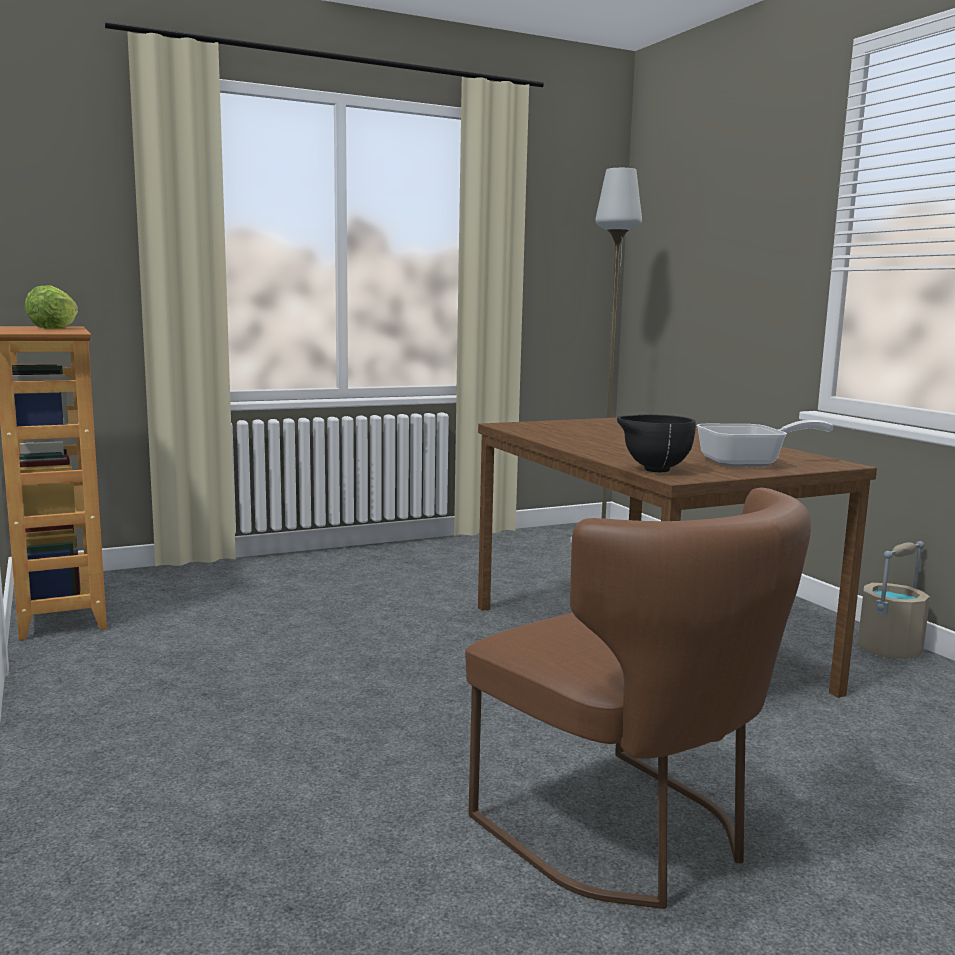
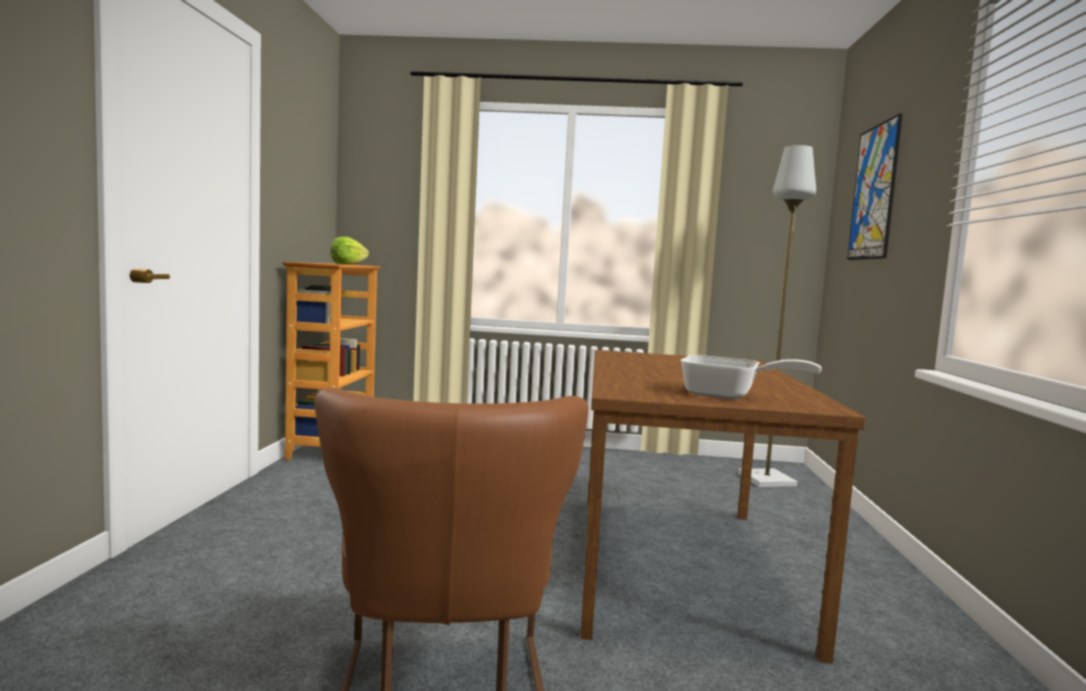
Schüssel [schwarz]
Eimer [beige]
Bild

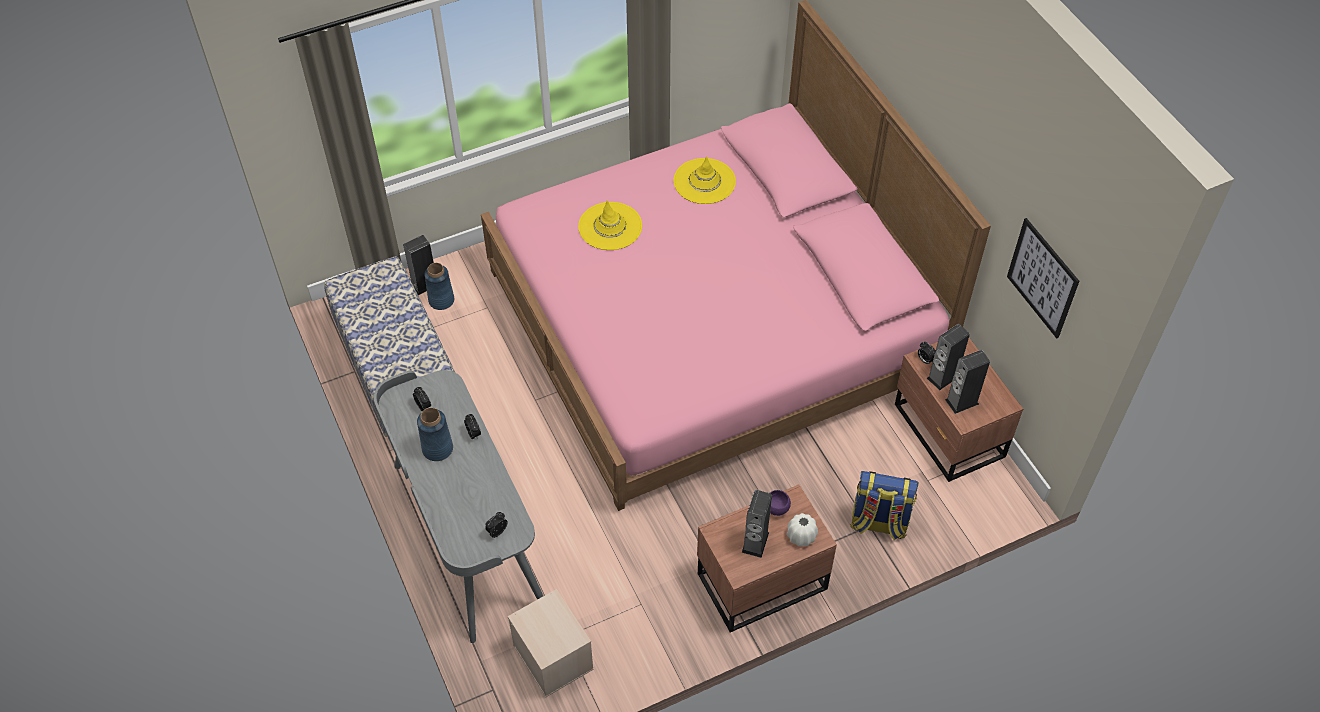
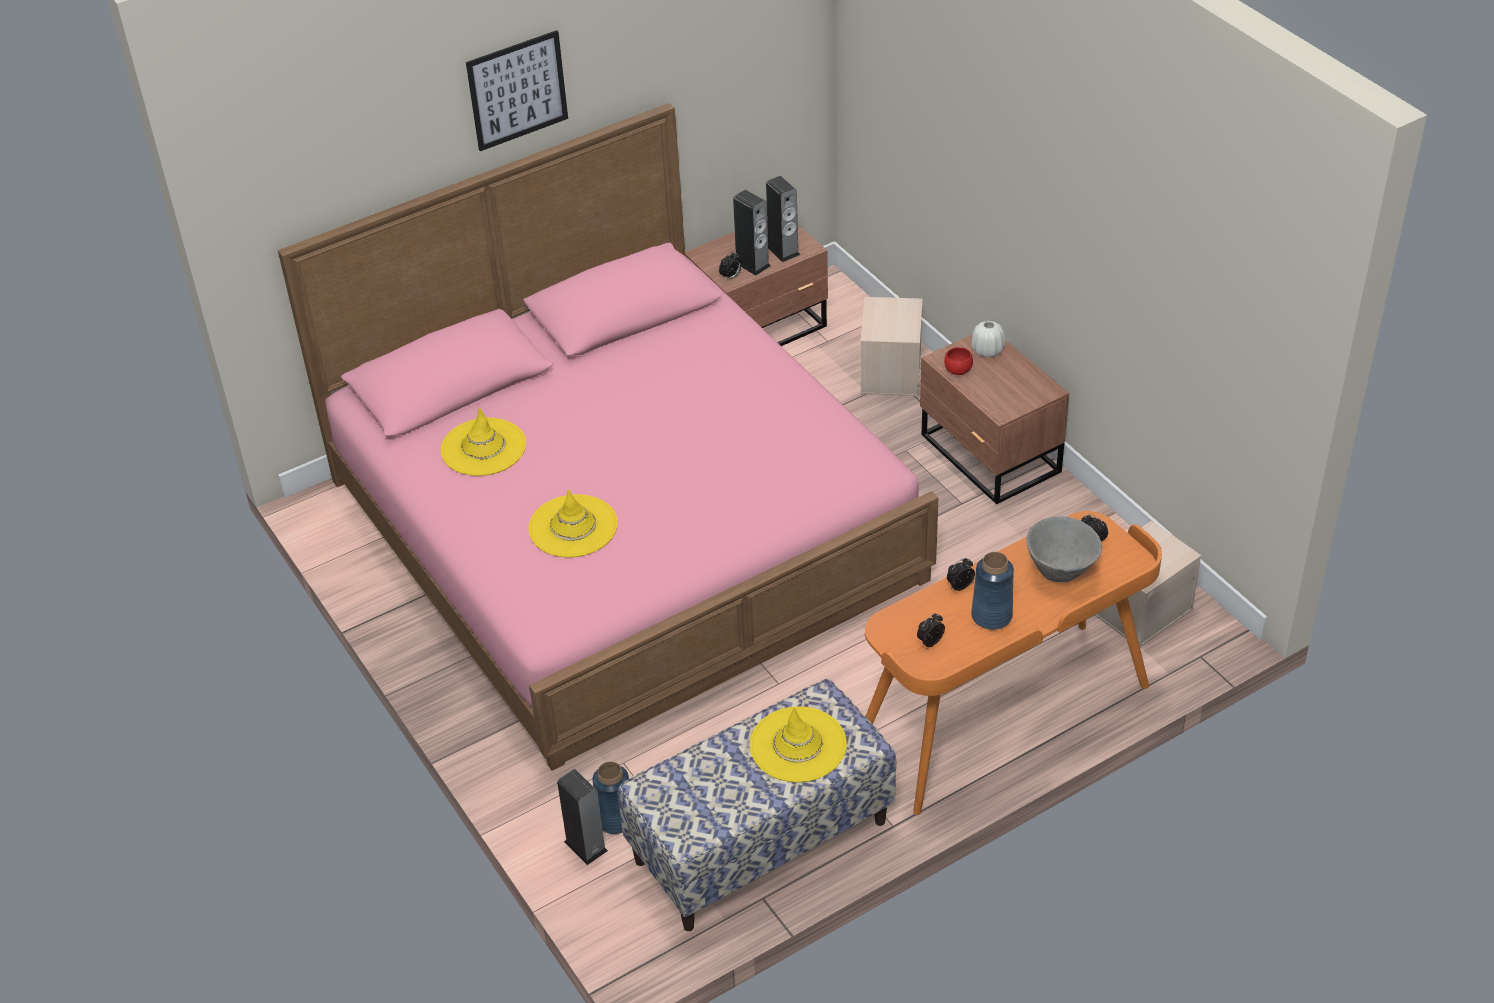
Lautsprecher (no. 2 from left in the first image)
Hut [gelb] (no. 3 from left)
Schüssel [grau]
Bild
Aufbewahrungsbox [beige] (no. 1 from left)
Schreibtisch [orange]
Schüssel [rot]

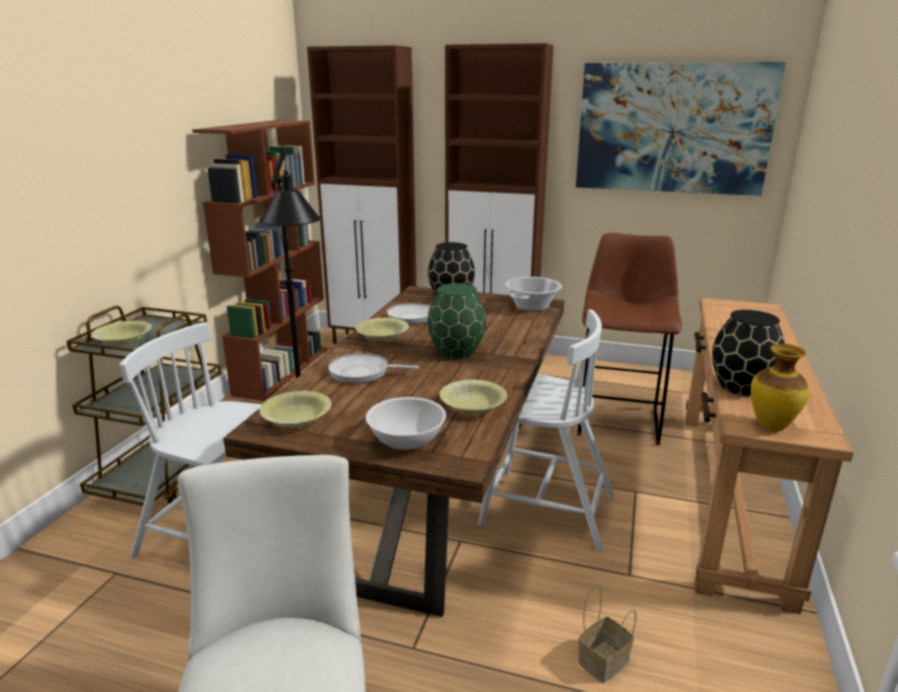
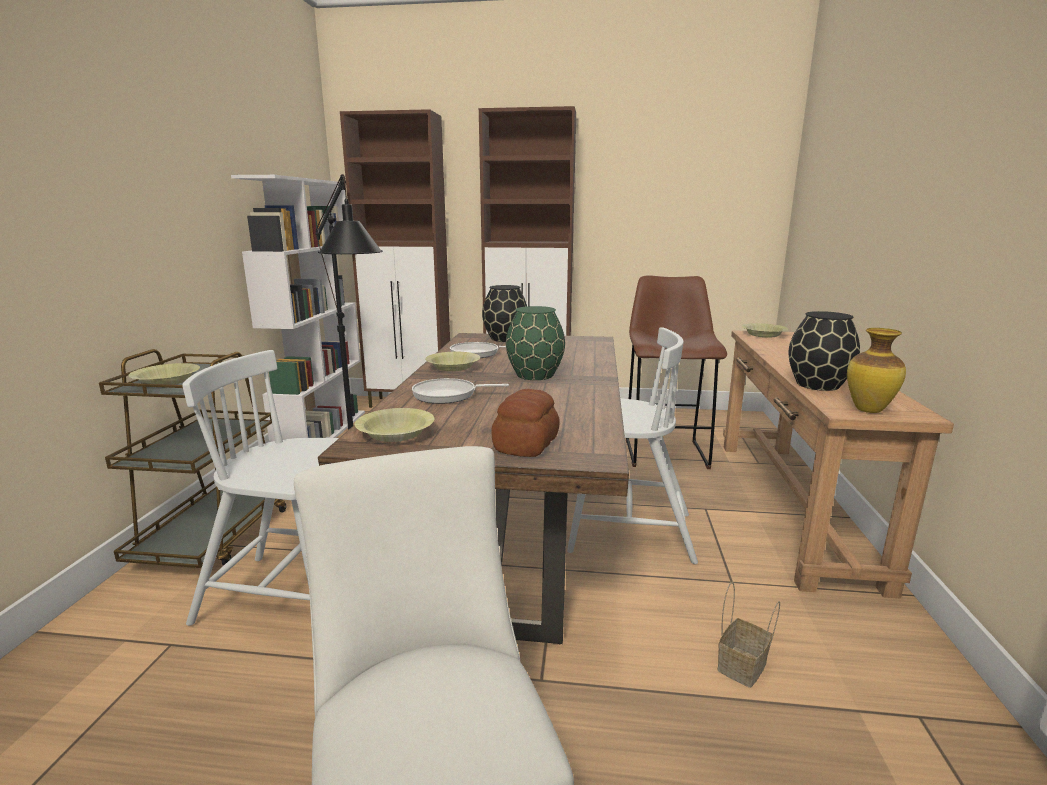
Kochtopf
Bild
Schüssel [gelb] (no. 4 from left)
Brot
Bücherregal [weiß]

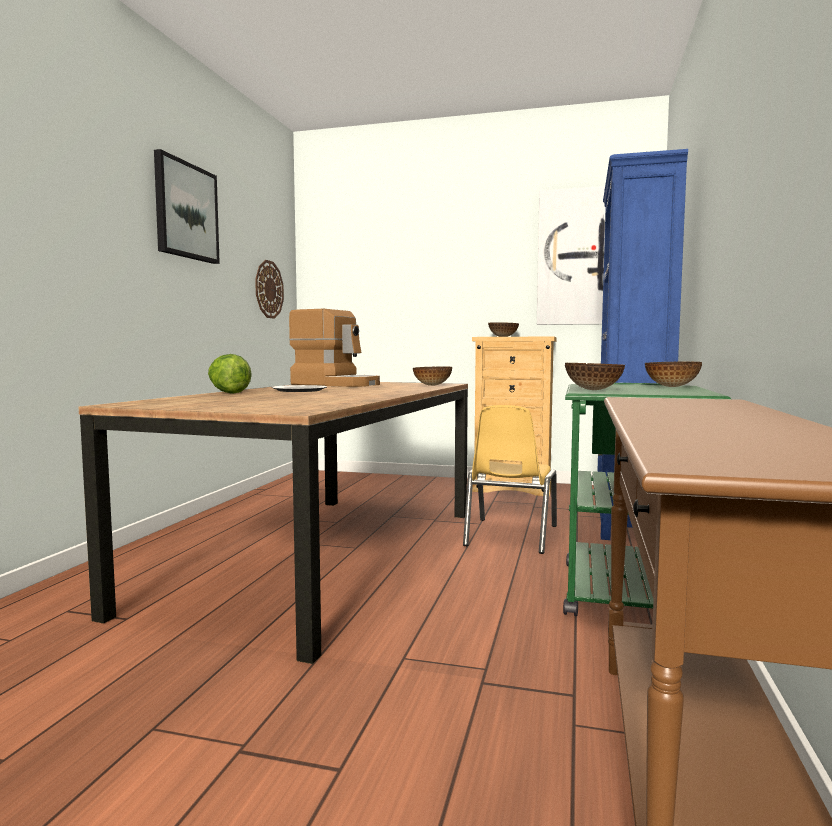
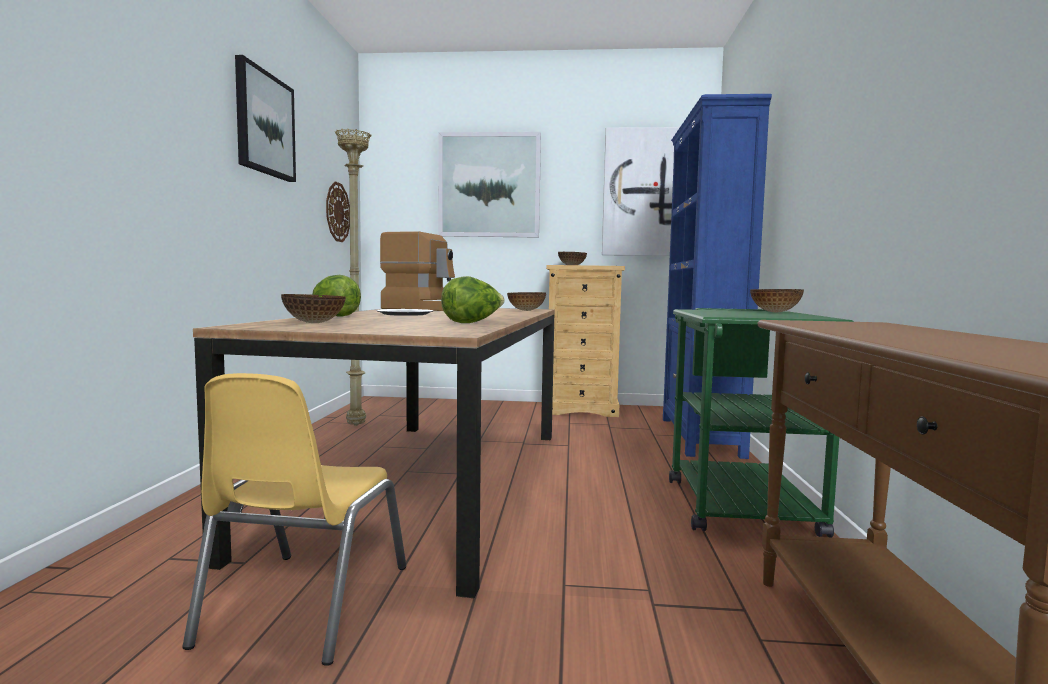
Stehlampe [beige]
Bild (no. 2 from left)
Salatkopf (no. 2 from left)
Stuhl [gelb]
Schüssel (no. 1 from left)

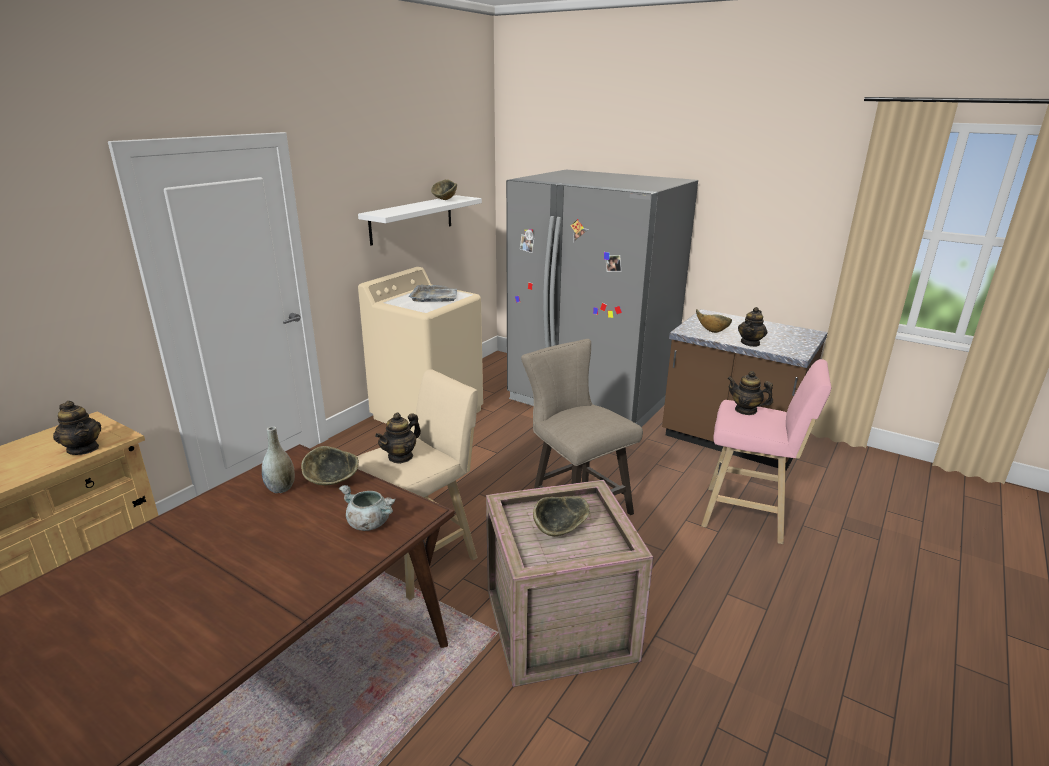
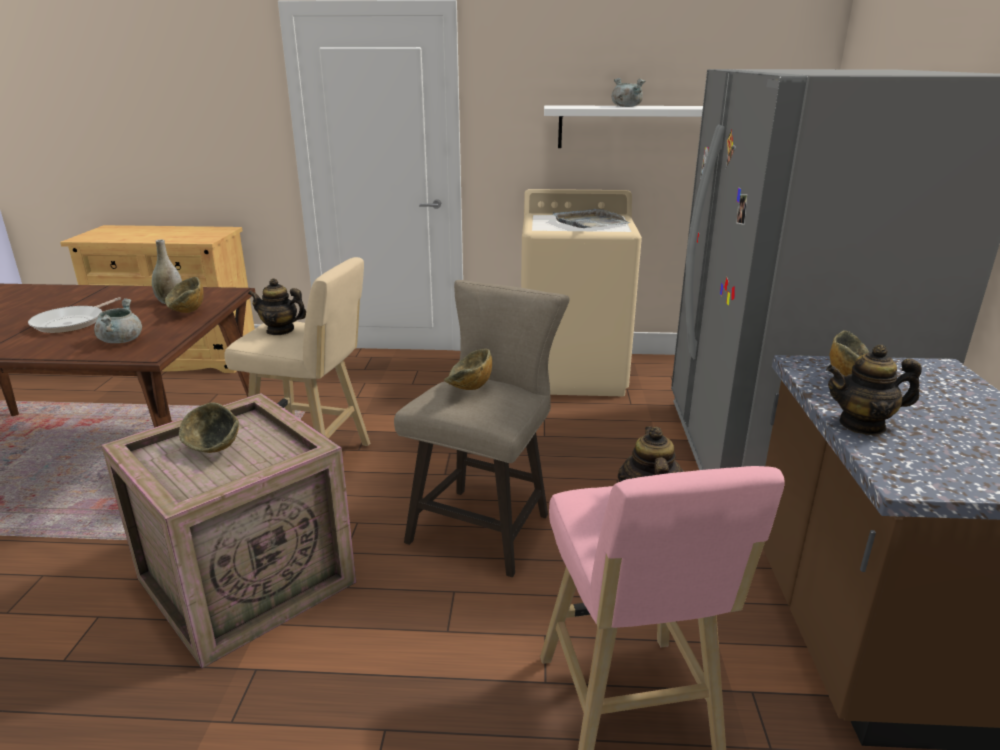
Teekanne (no. 1 from left in the first image)
Pfanne
Kochtopf [grau] (no. 2 from left)
Schüssel (no. 3 from left)

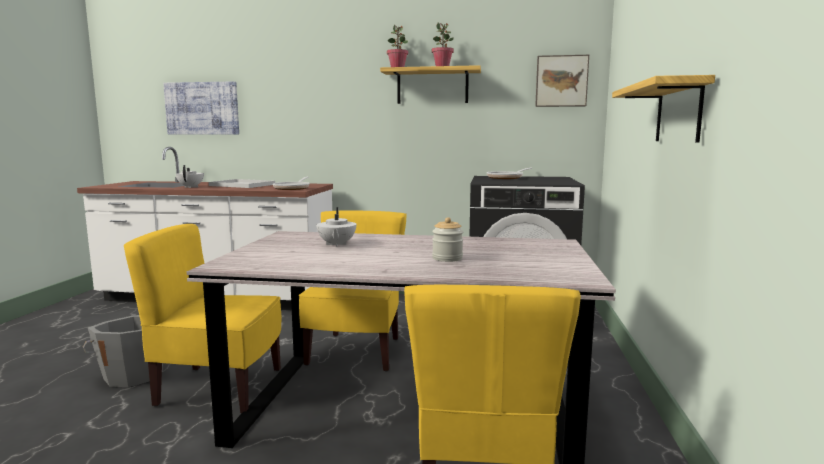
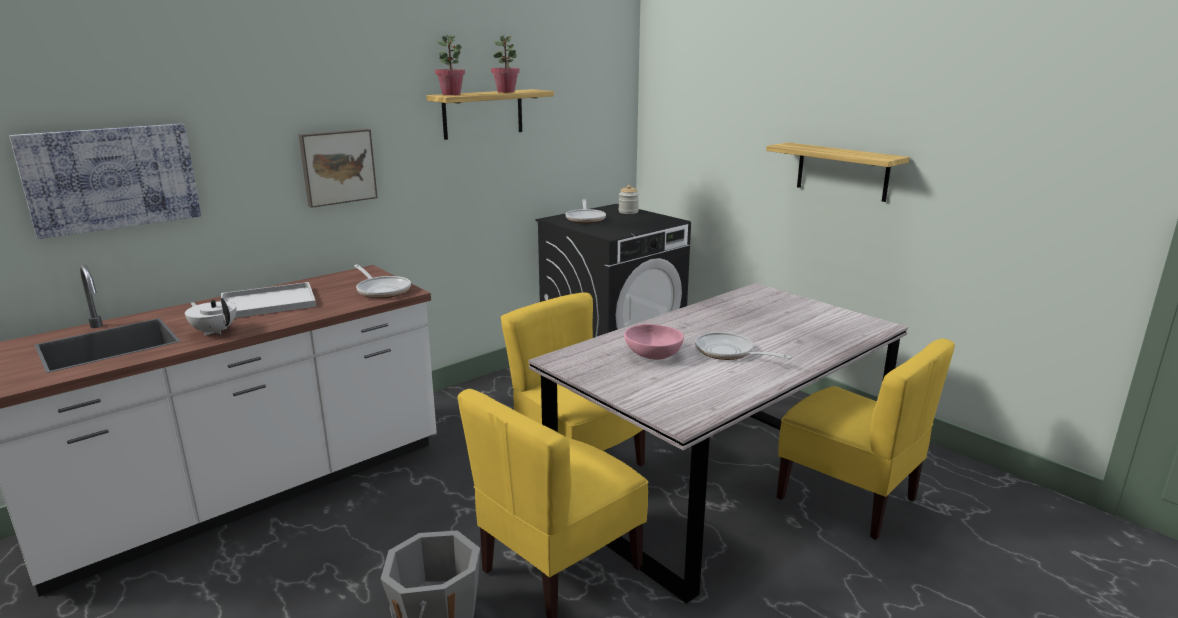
Pfanne (no. 3 from left)
Vorratsglas
Bild (no. 2 from left)
Schüssel [rosa]

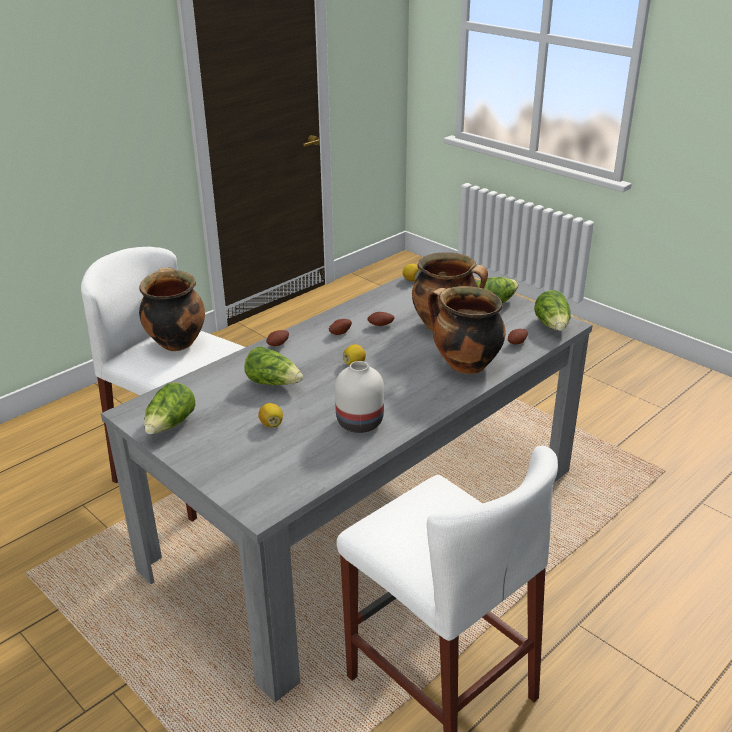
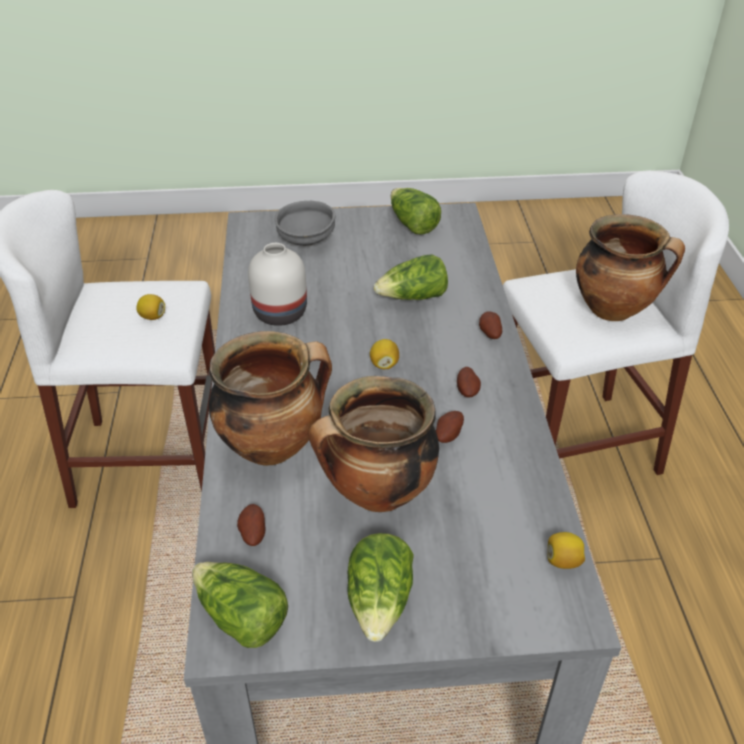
Schüssel [grau]
Zitrone (no. 1 from left)

